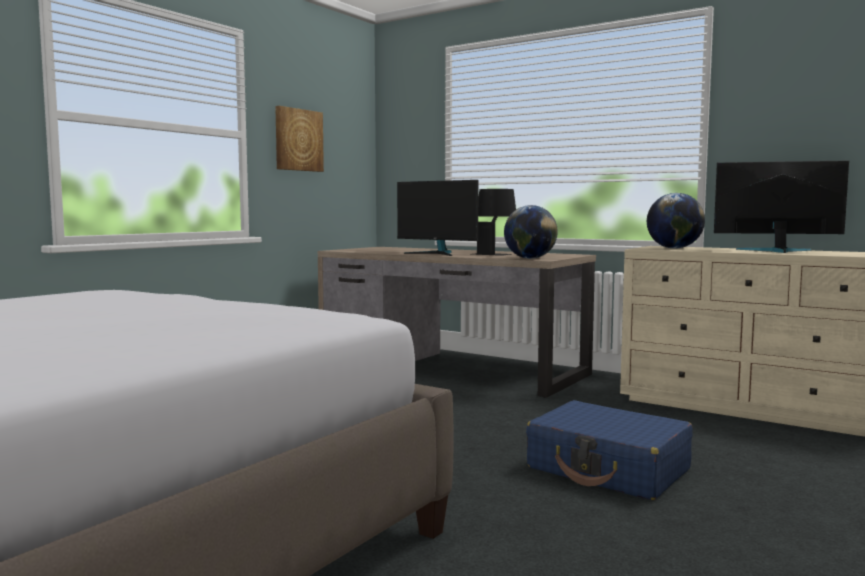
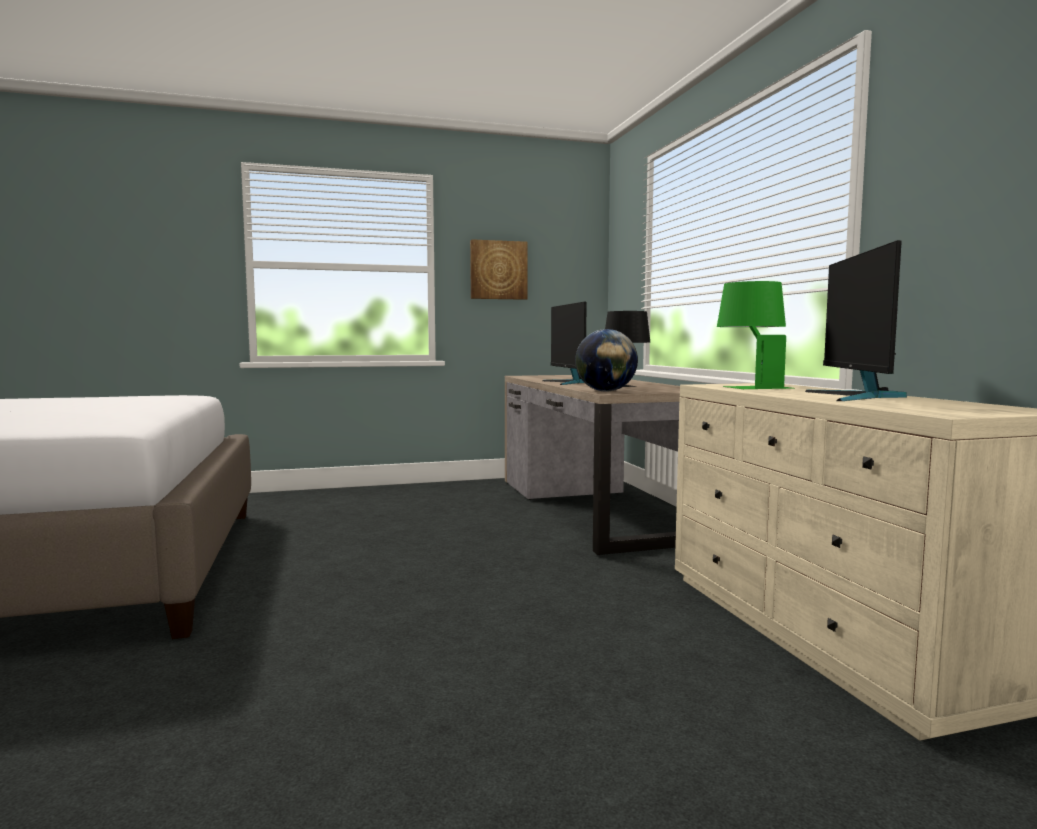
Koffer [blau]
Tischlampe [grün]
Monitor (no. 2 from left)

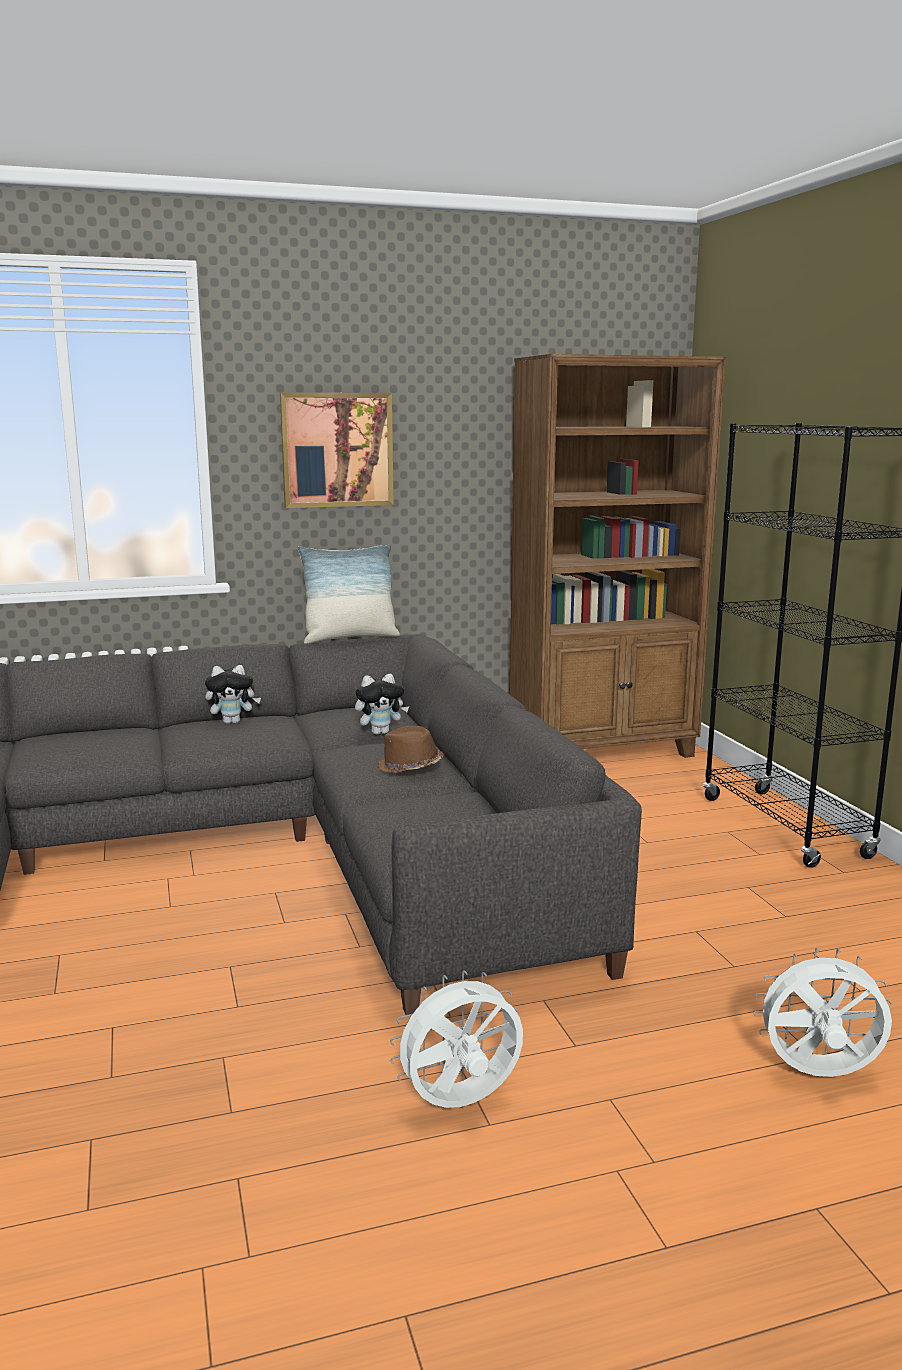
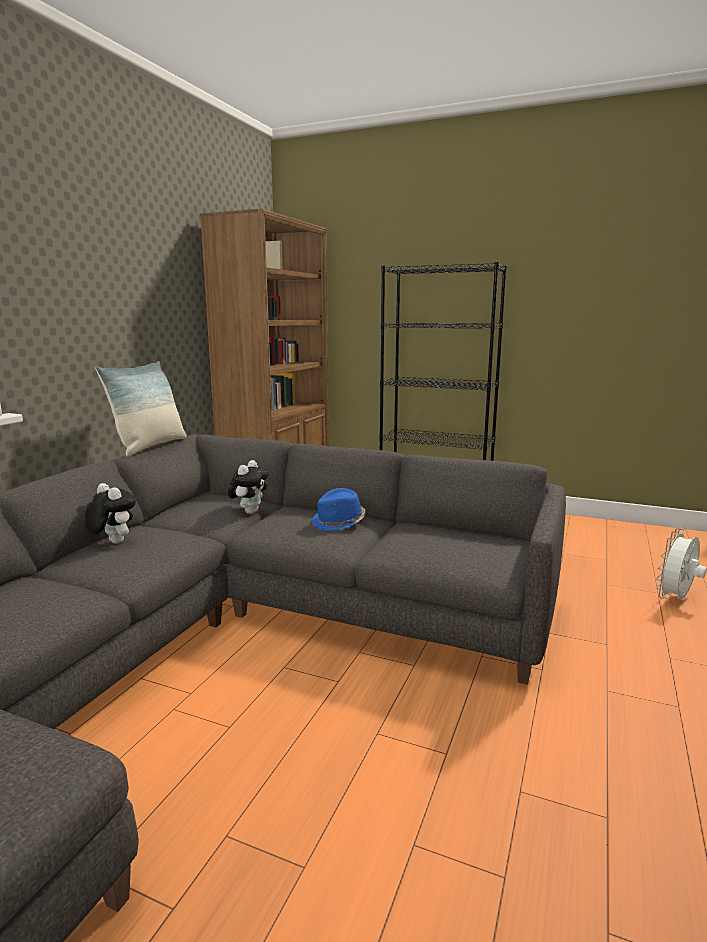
Bild
Ventilator [weiß] (no. 1 from left in the first image)
Hut [blau]
Plüschtier (no. 1 from left)

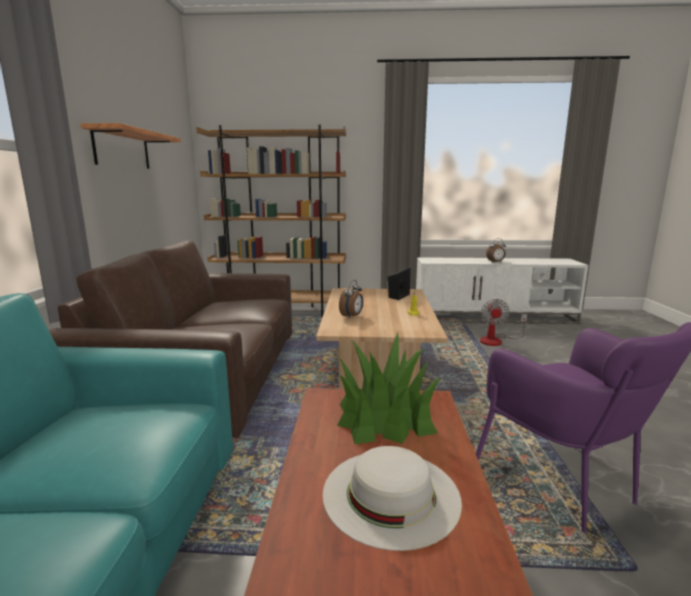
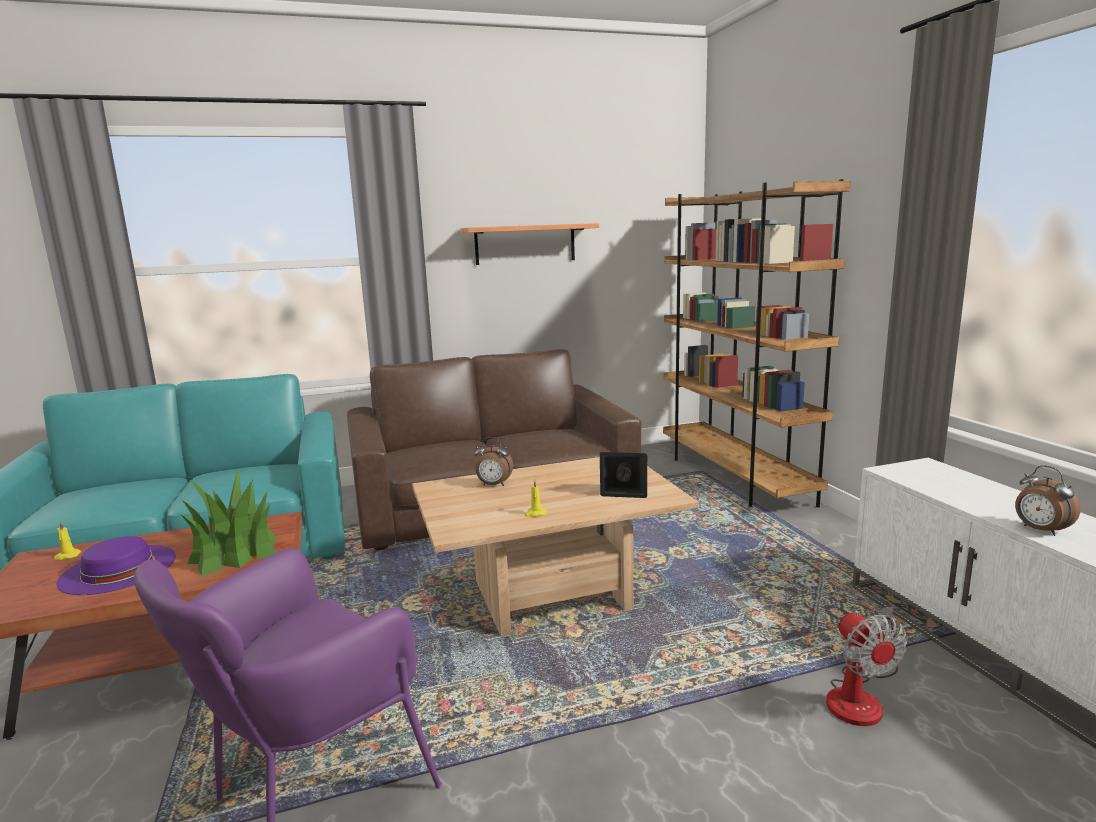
Kerze [gelb] (no. 1 from left)
Hut [lila]
Ventilator

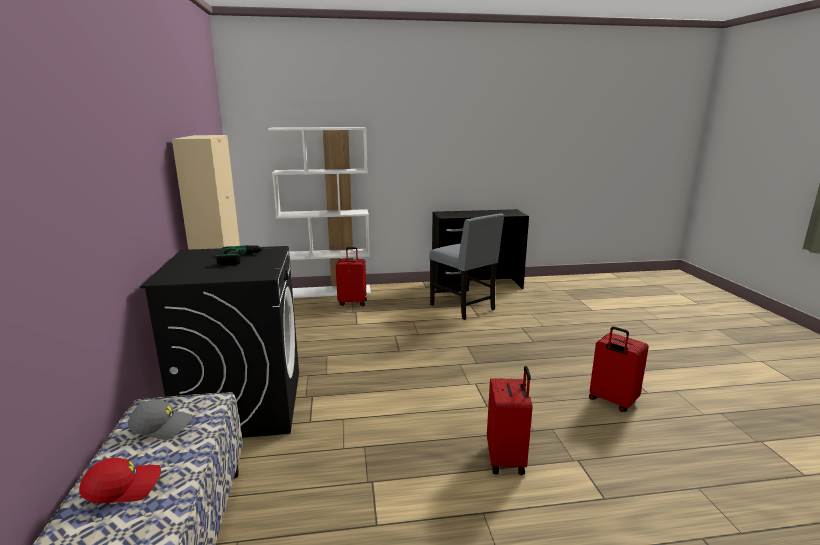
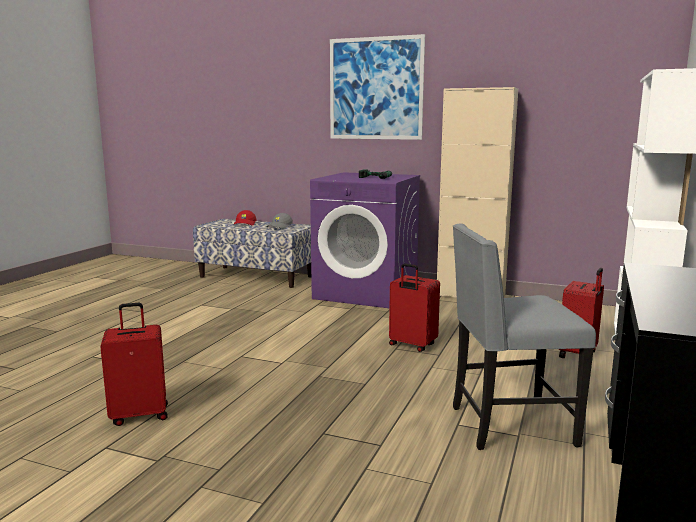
Bild
Koffer [rot] (no. 2 from left)
Waschmaschine [lila]

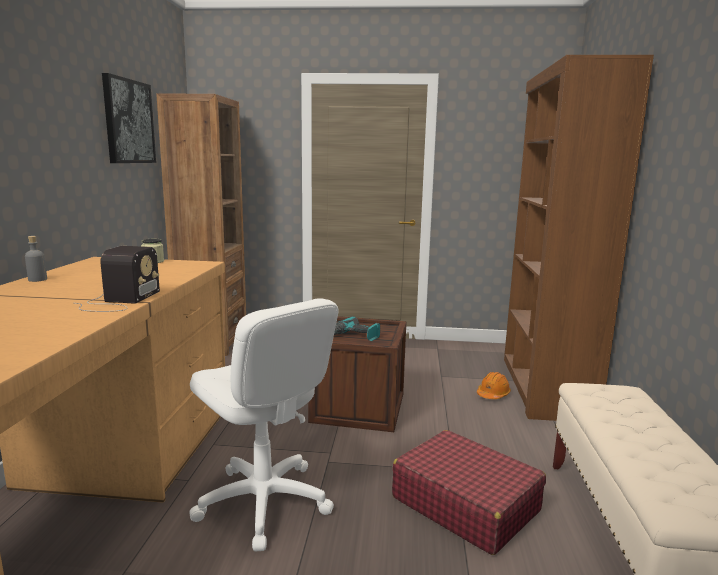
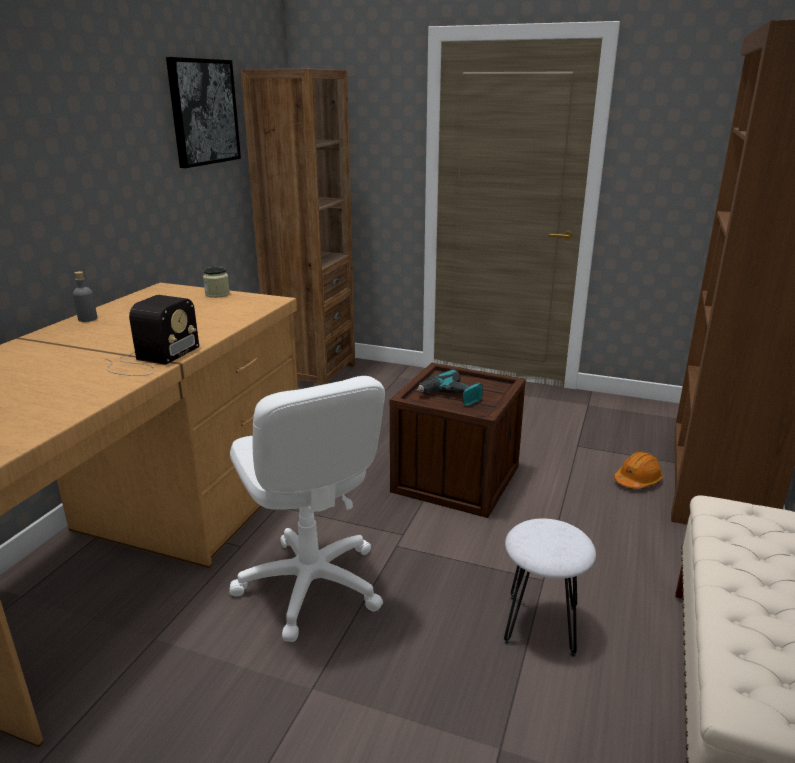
Hocker [weiß]

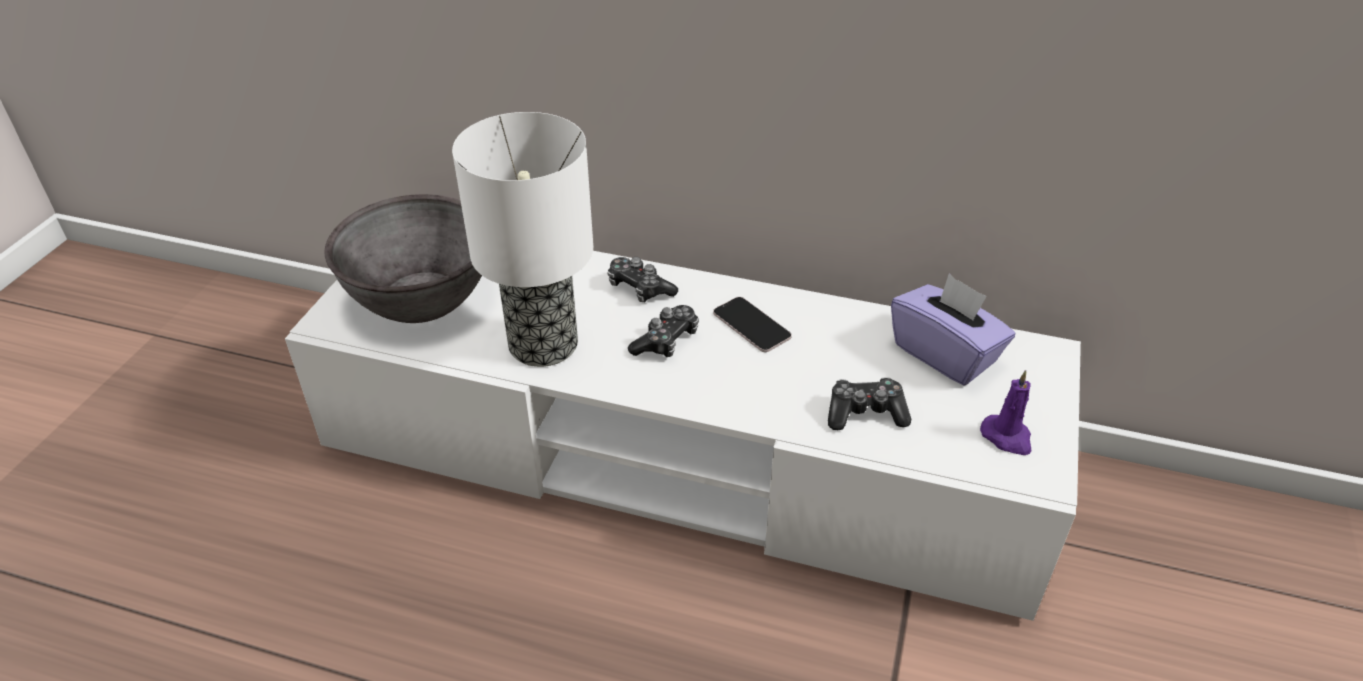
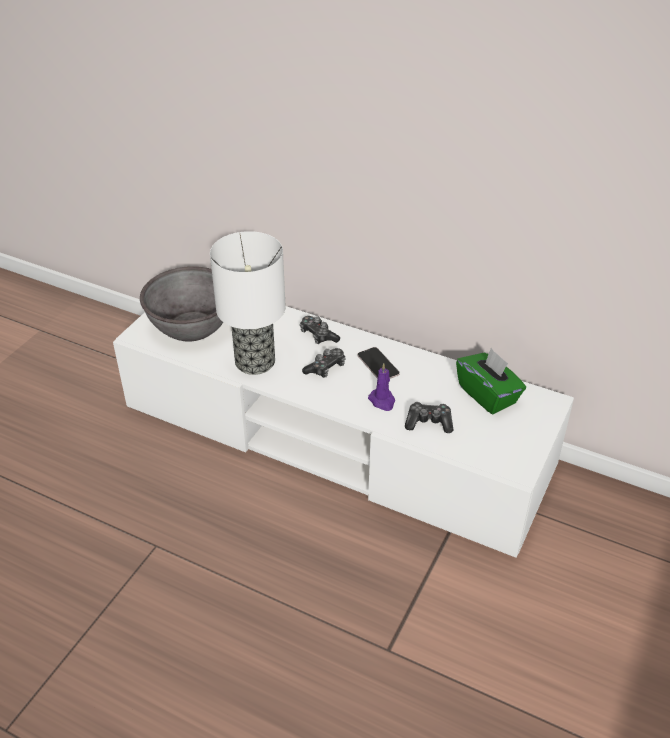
Kerze [lila]
Taschentuchbox [grün]

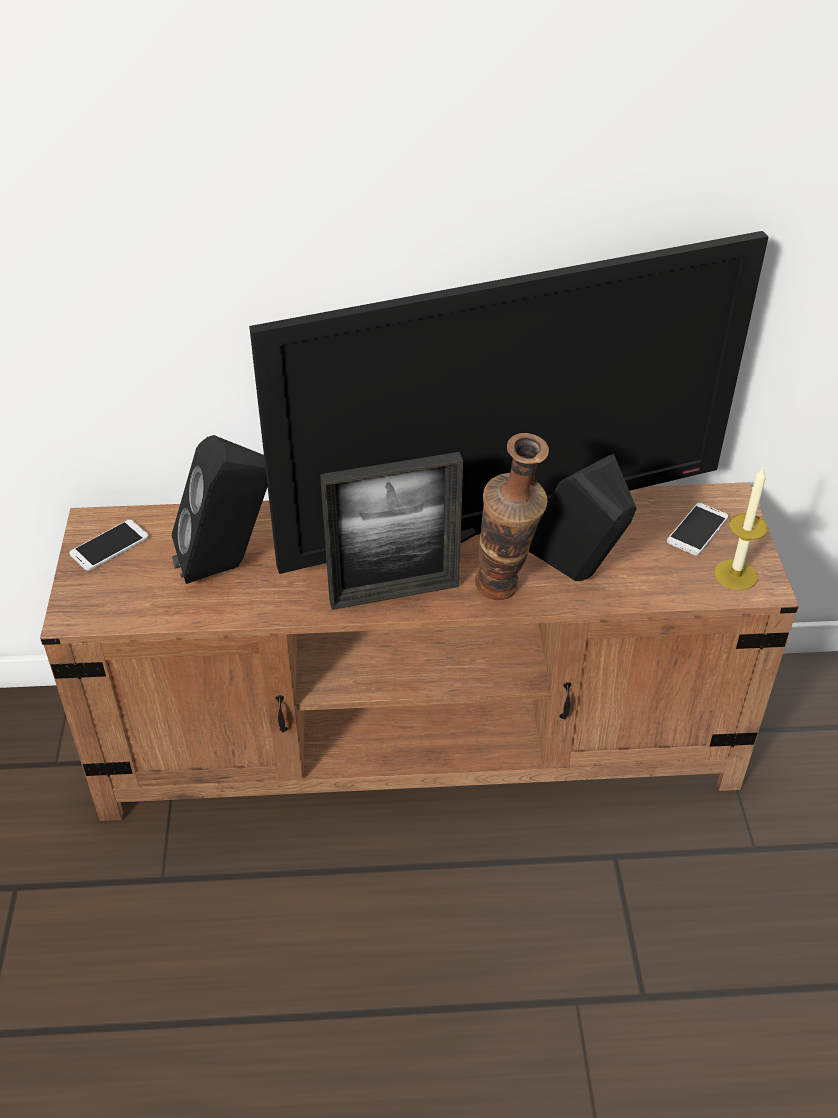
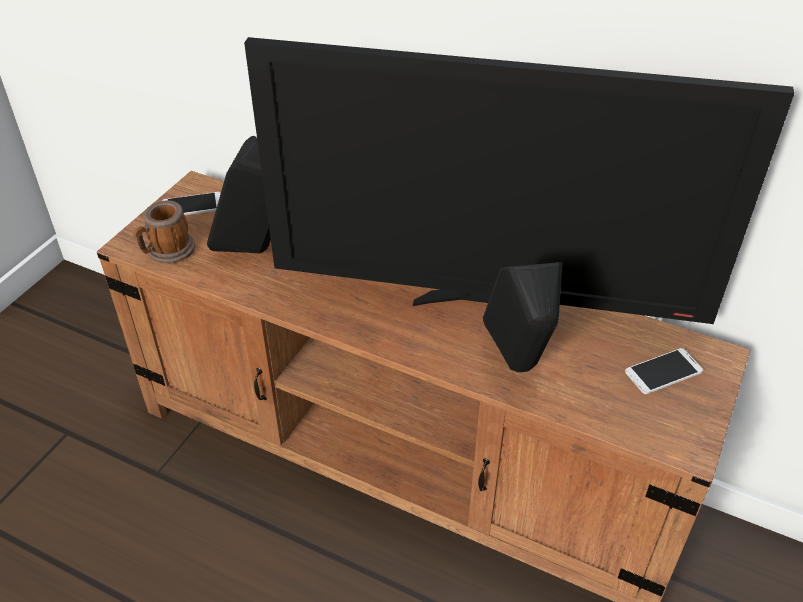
Bilderrahmen
Vase
Kerze
Henkelbecher

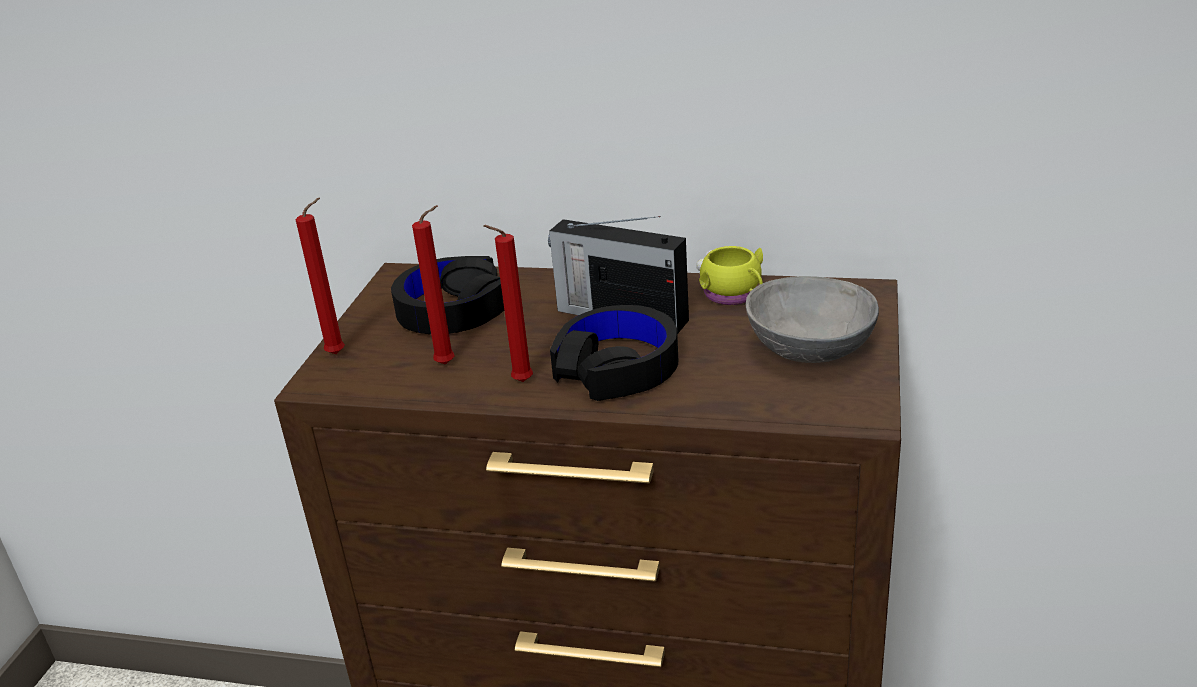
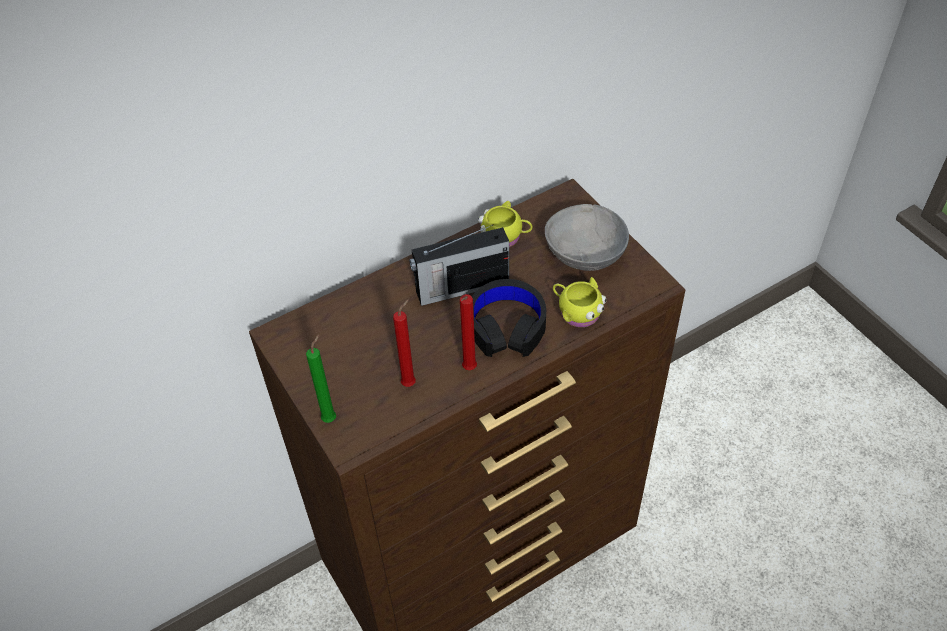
Kopfhörer [schwarz] (no. 1 from left in the first image)
Henkelbecher [gelb] (no. 2 from left)
Kerze [grün]

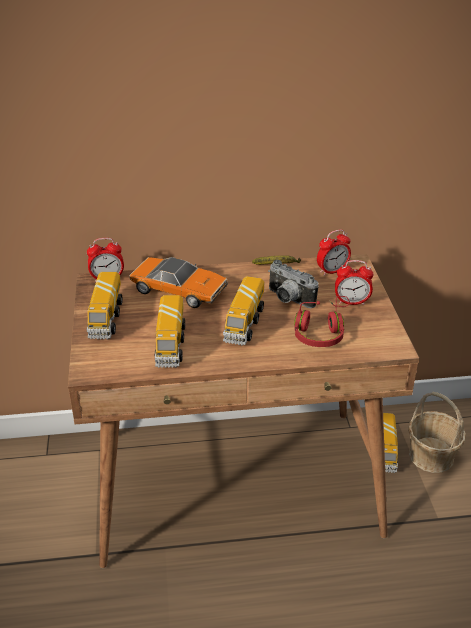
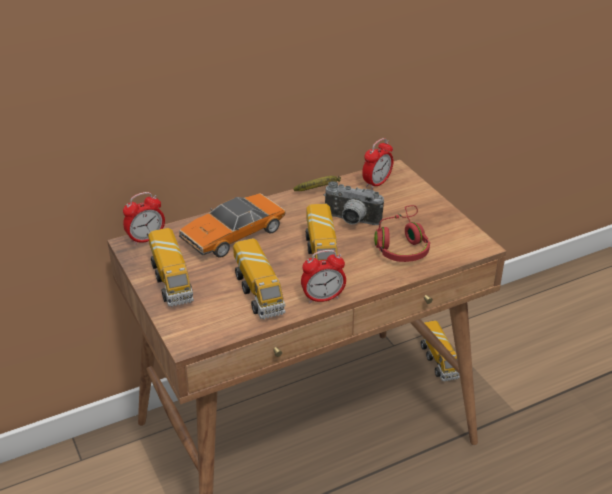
Korb
Wecker (no. 2 from left)
Spielzeugauto

